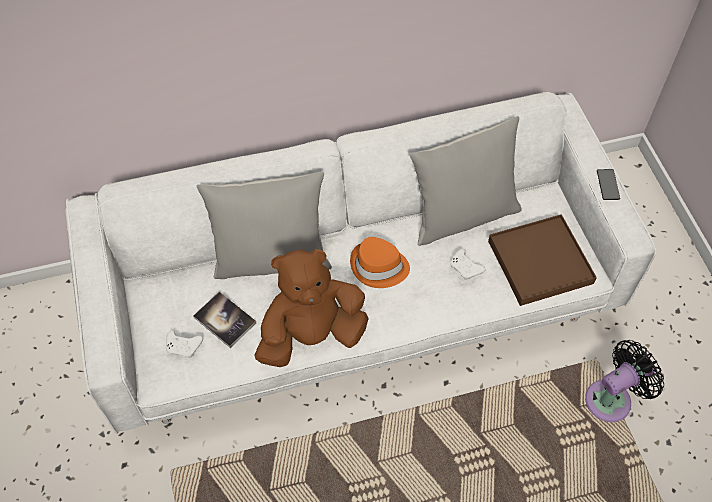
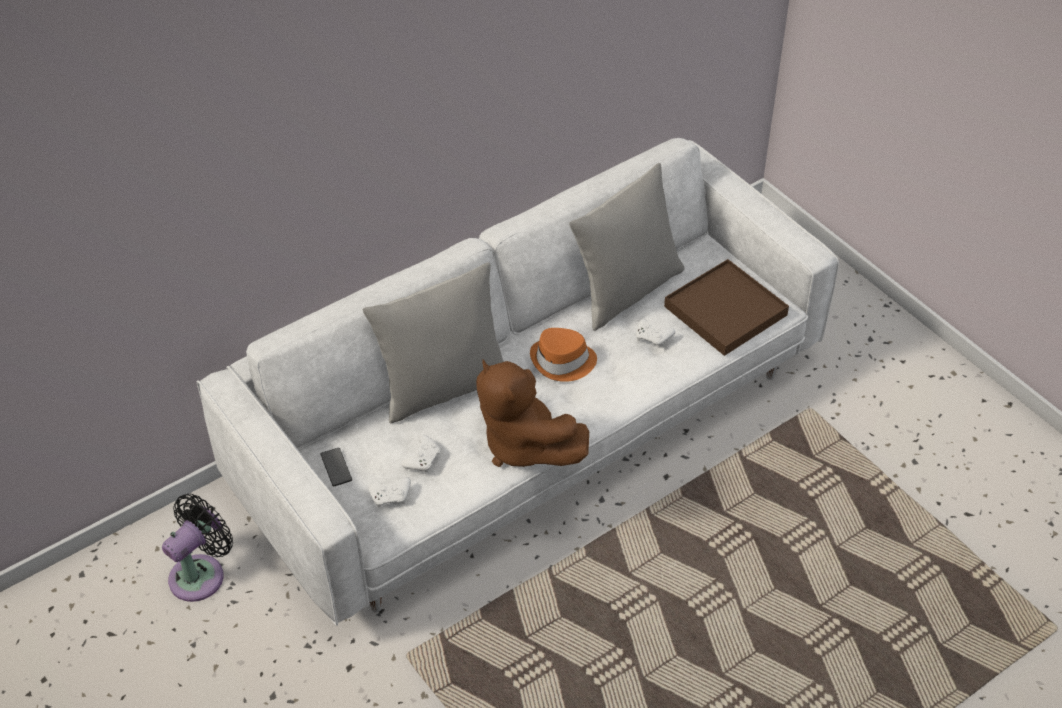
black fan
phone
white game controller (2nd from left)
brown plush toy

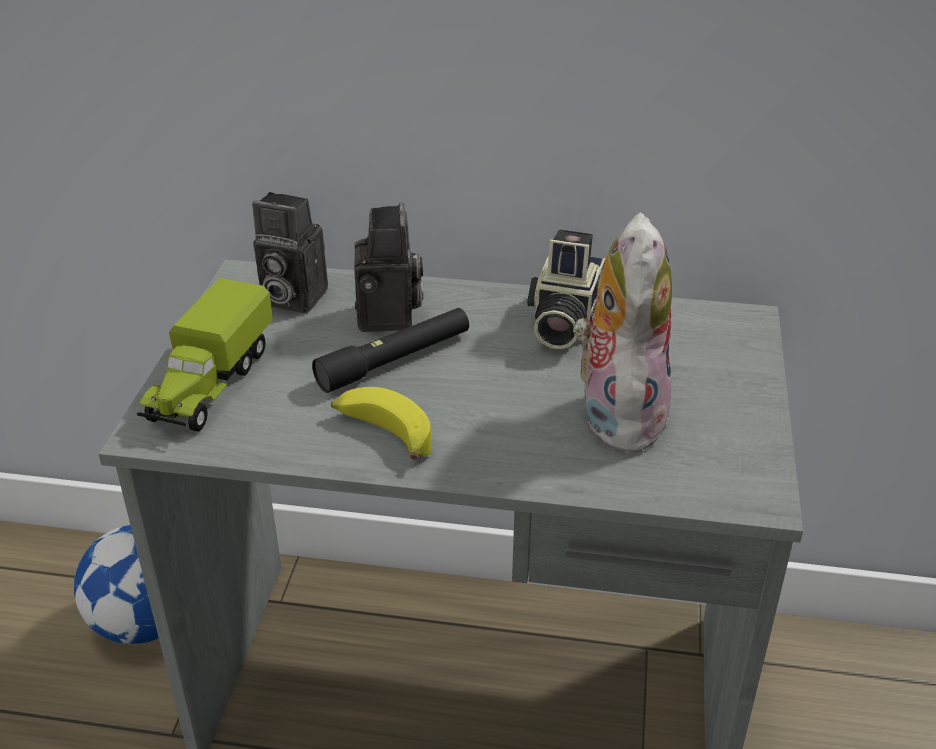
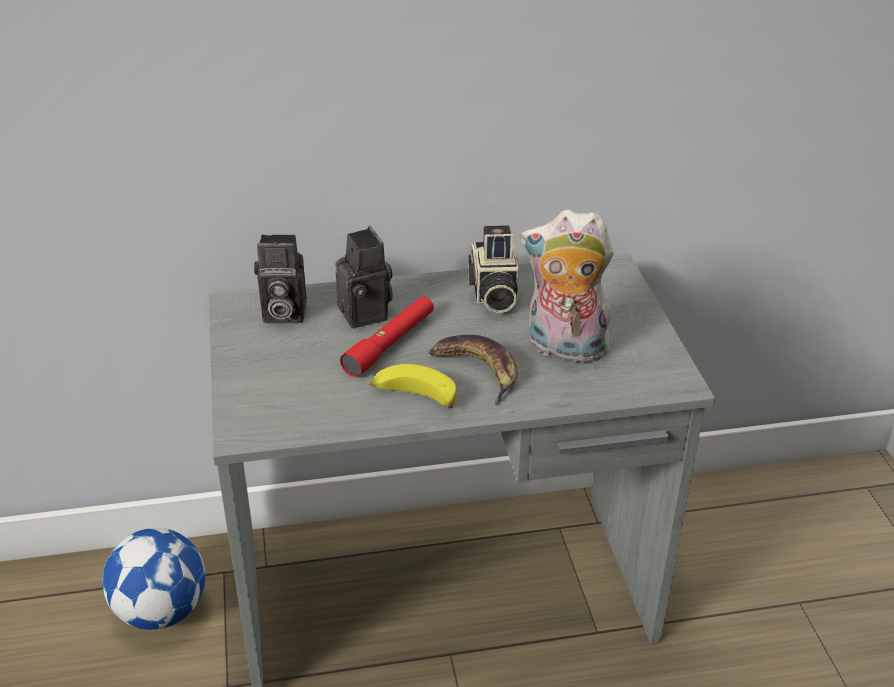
red flashlight
banana (2nd from left)
plush toy
toy truck

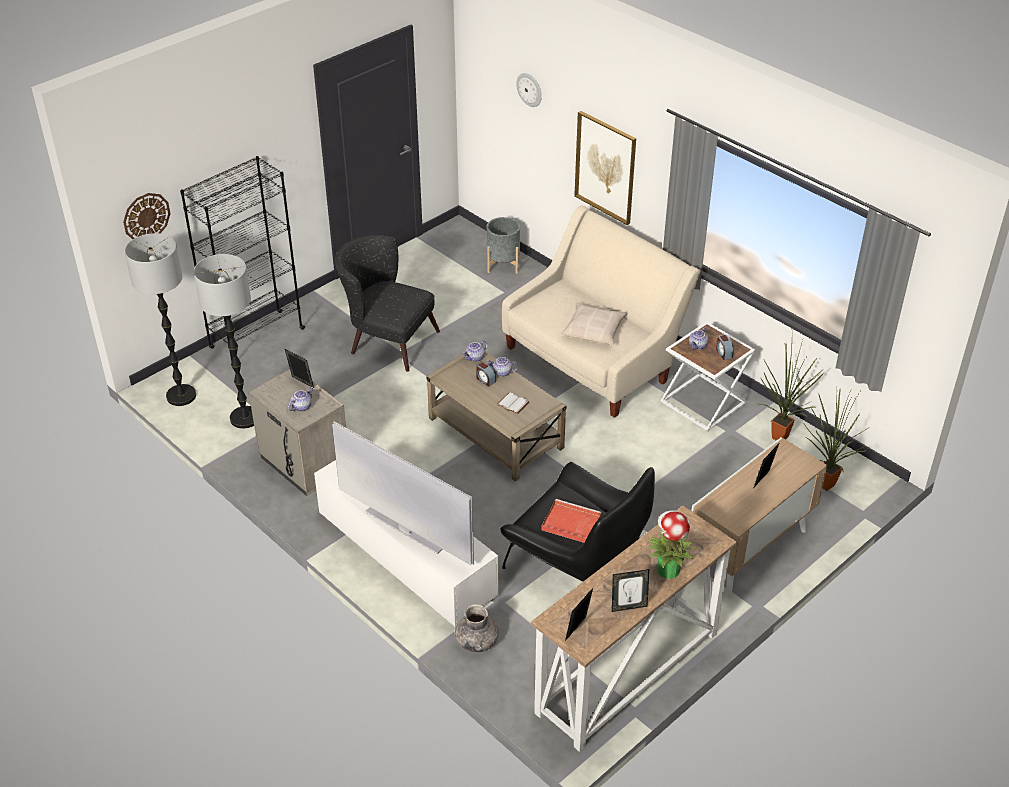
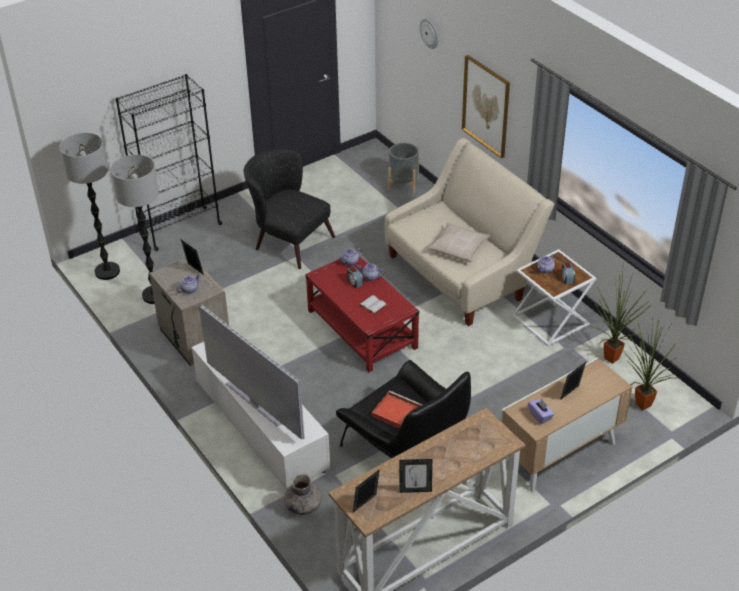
red coffee table
purple tissue box
wall clock (1st from left in the first image)
potted plant (1st from left in the first image)

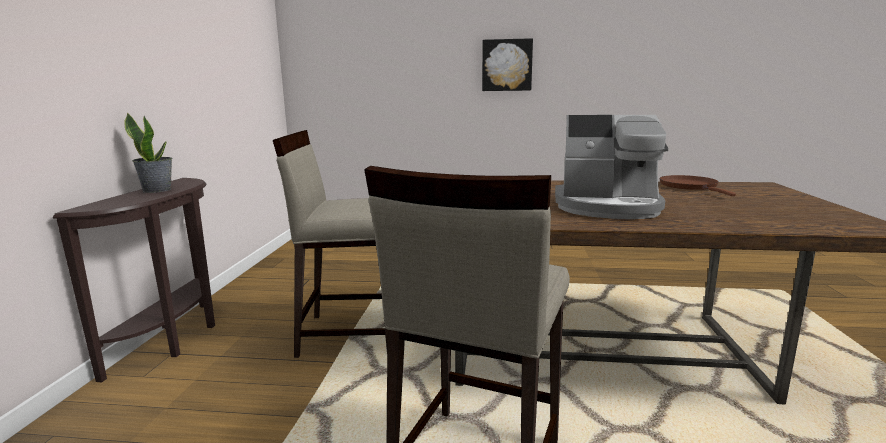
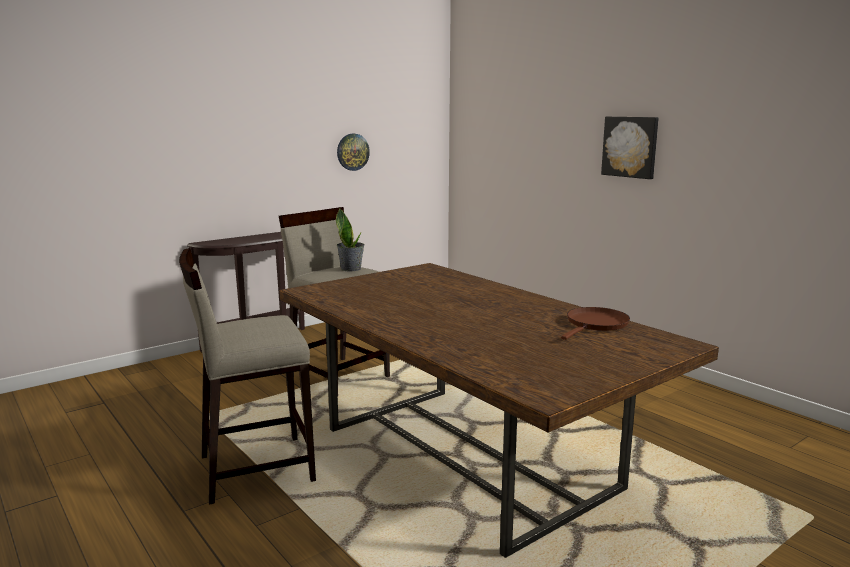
potted plant
wall clock
coffee machine

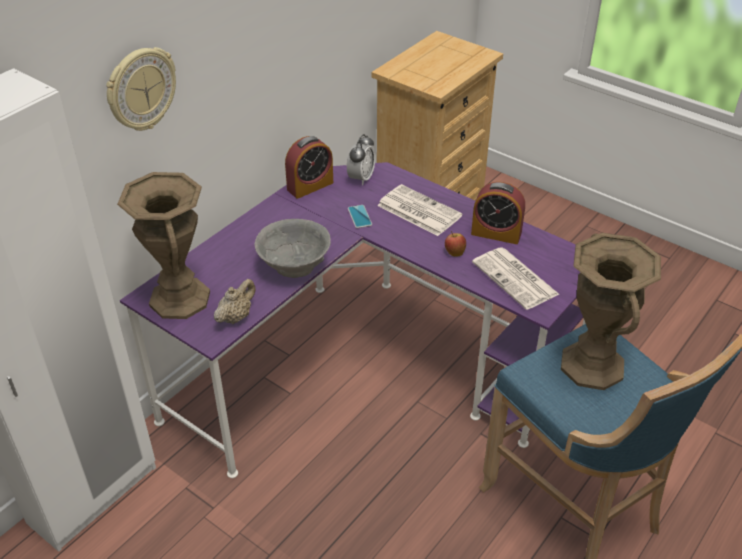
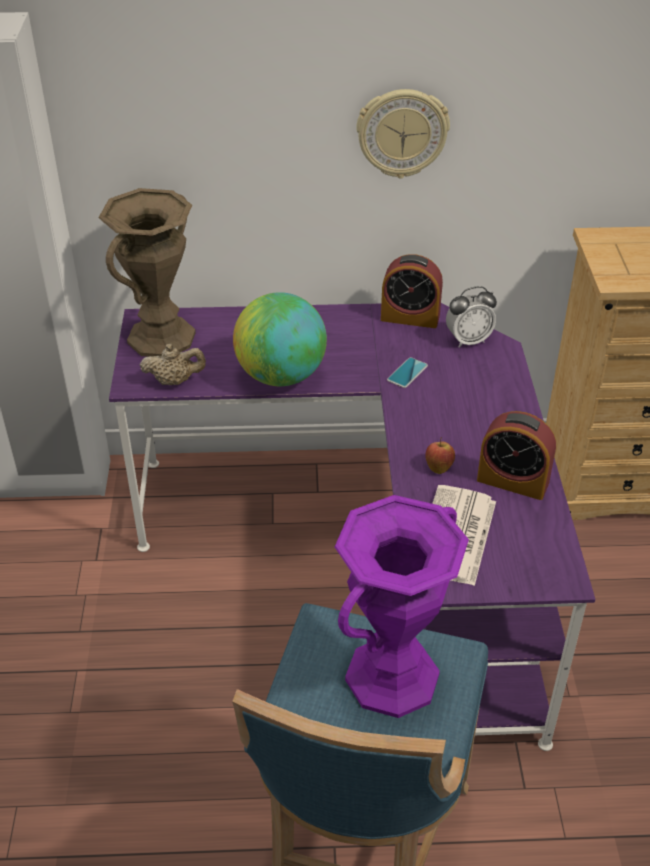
globe
purple vase
wall clock
alarm clock (3rd from left)
newspaper (1st from left in the first image)

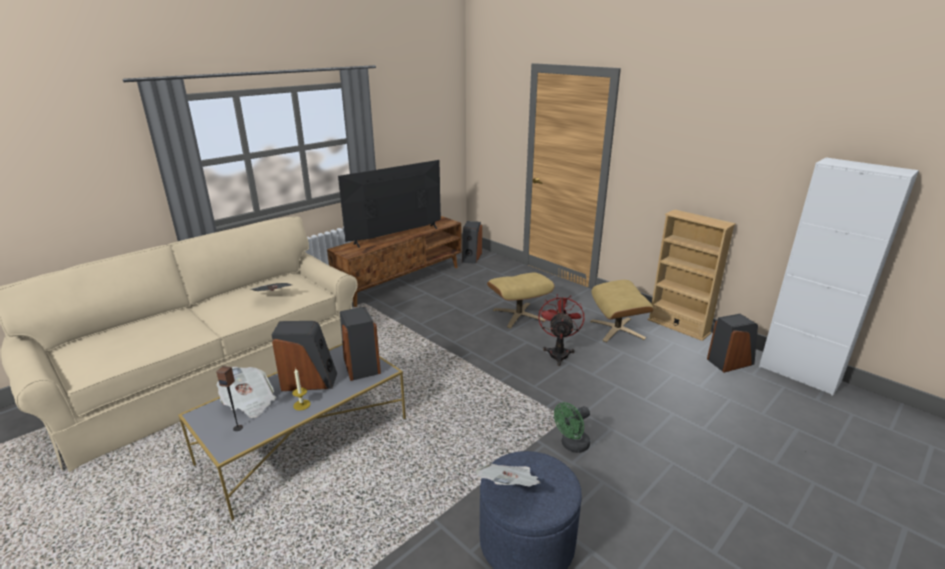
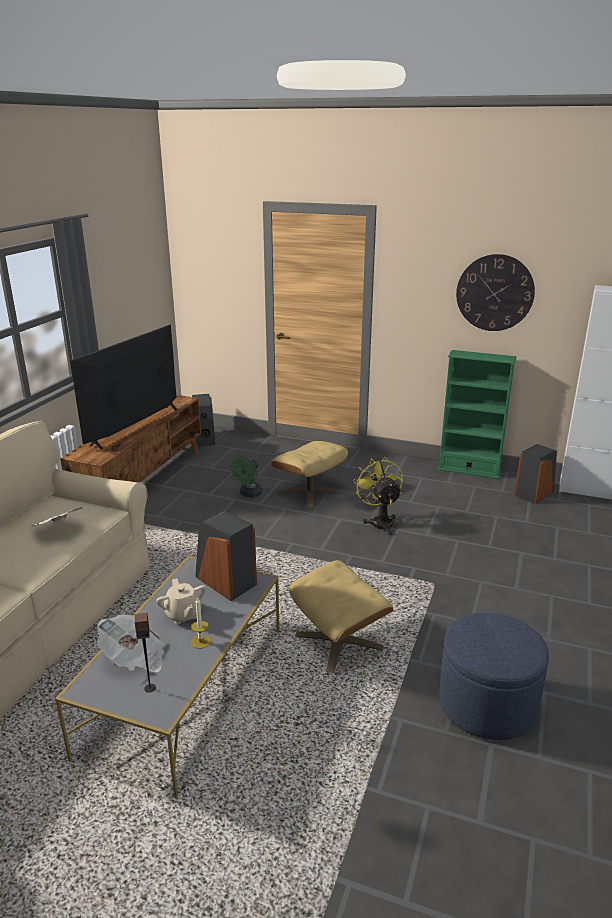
beige teapot
green fan
beige ottoman (2nd from left)
yellow fan
green bookcase
wall clock
newspaper (3rd from left in the first image)

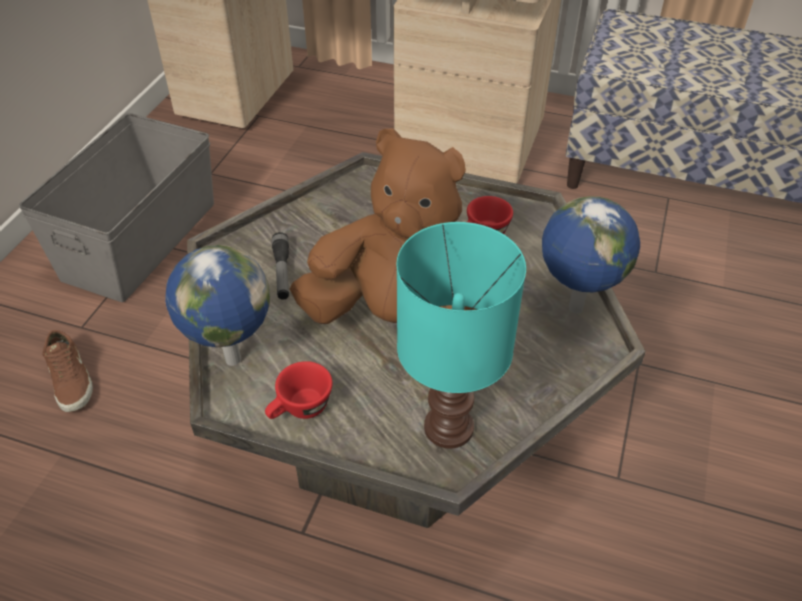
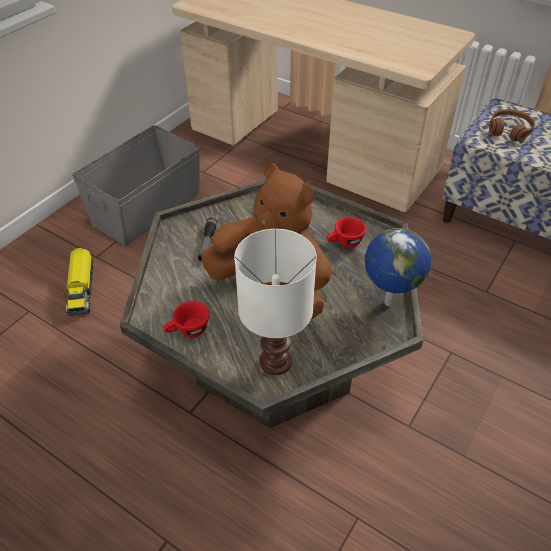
toy truck
white table lamp
brown headphones
globe (1st from left in the first image)

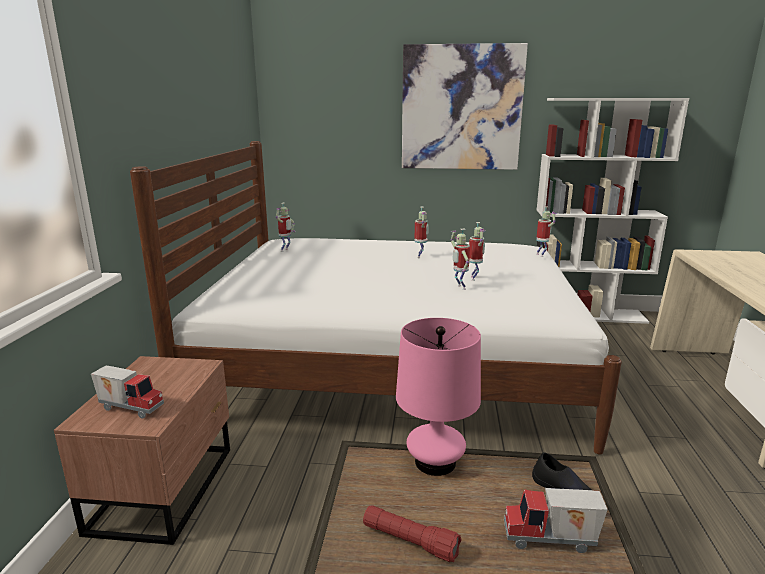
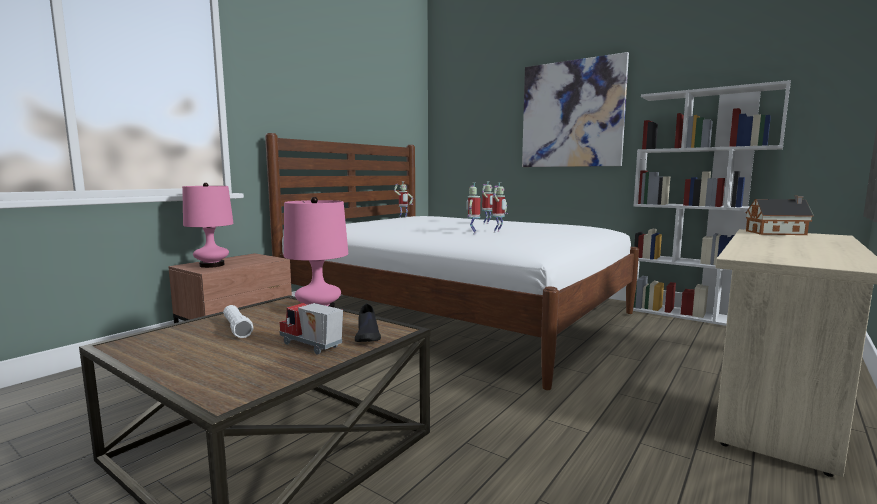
pink table lamp (1st from left)
white flashlight
toy house
toy robot (5th from left in the first image)

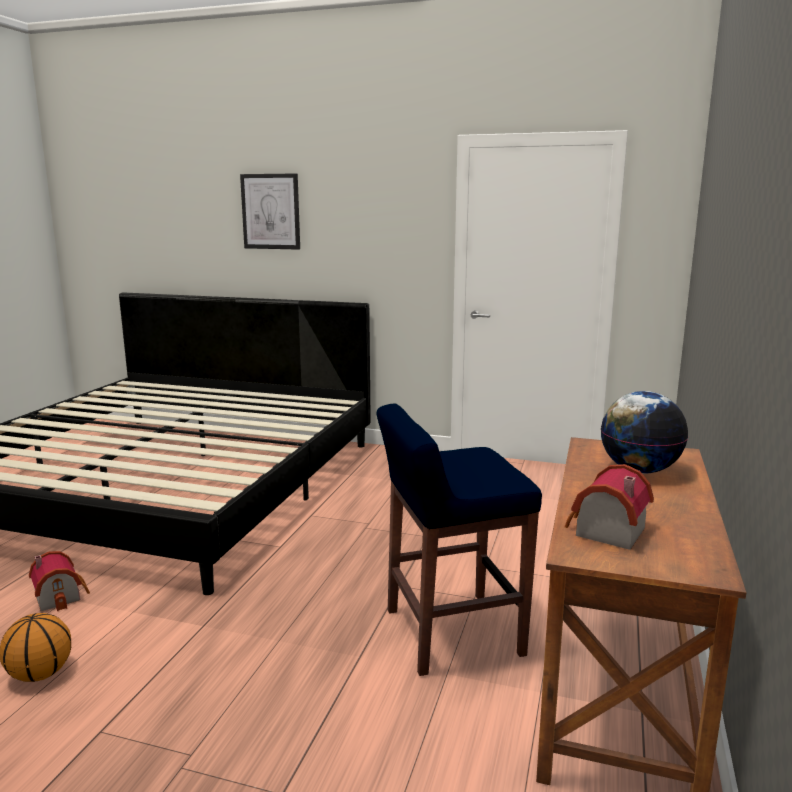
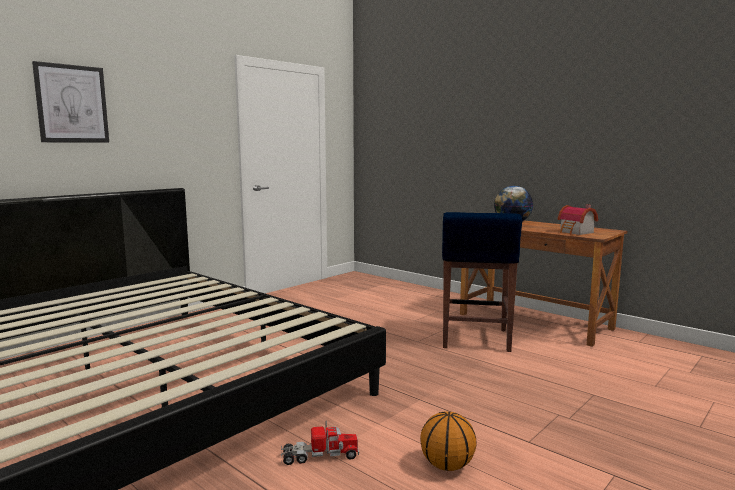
toy truck

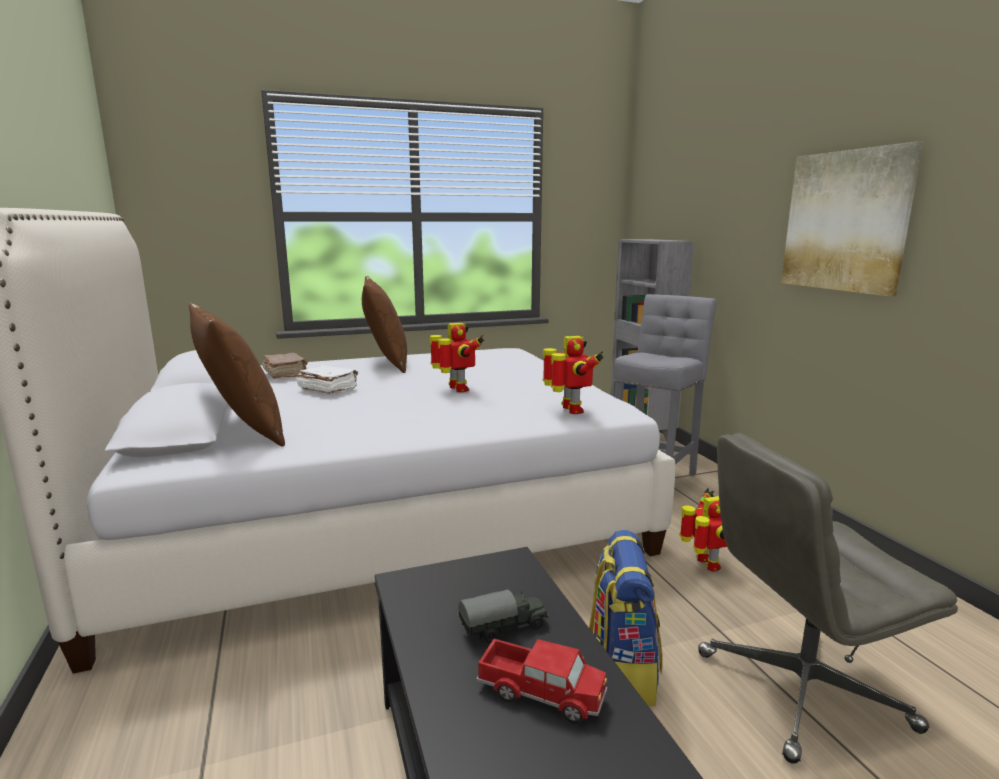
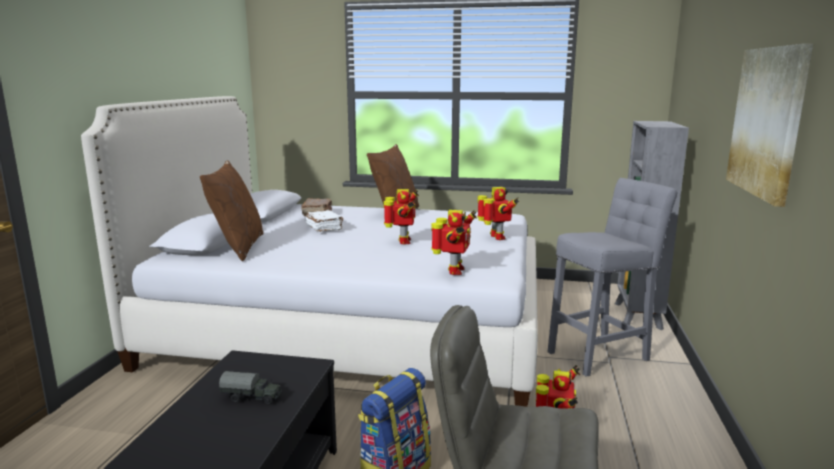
toy robot (3rd from left)
toy truck (2nd from left in the first image)

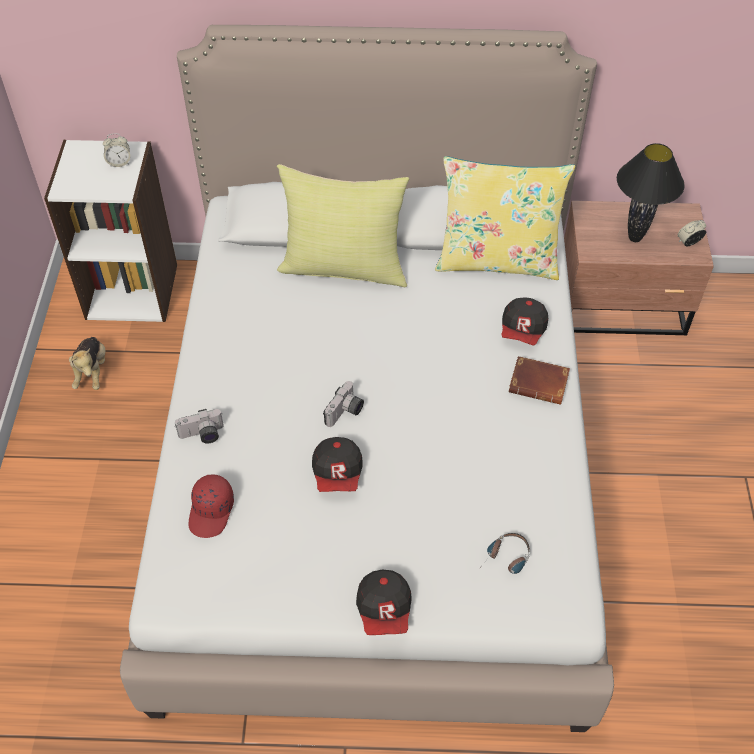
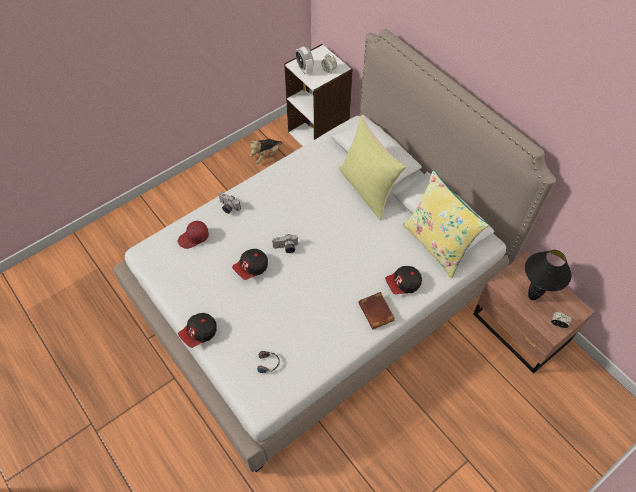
alarm clock (1st from left)

